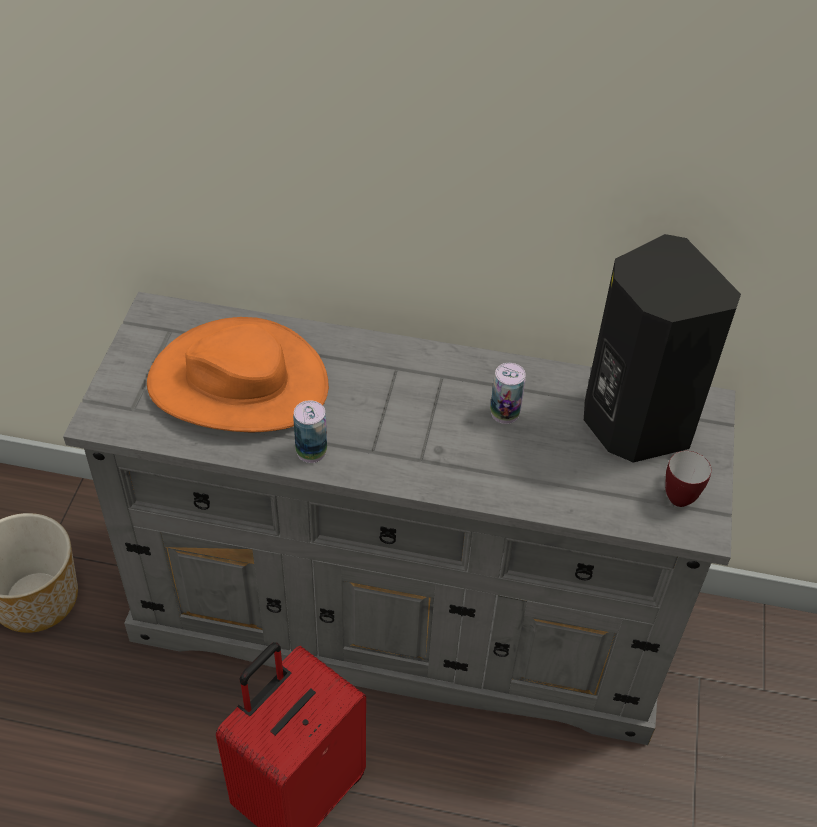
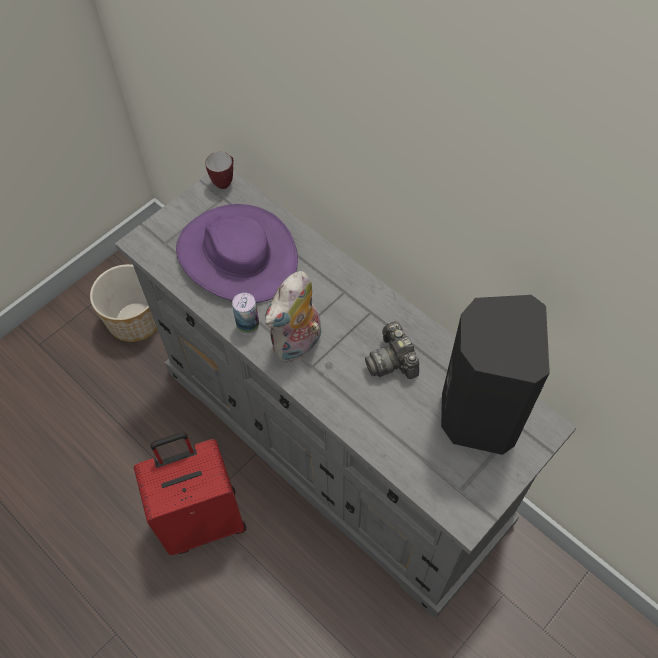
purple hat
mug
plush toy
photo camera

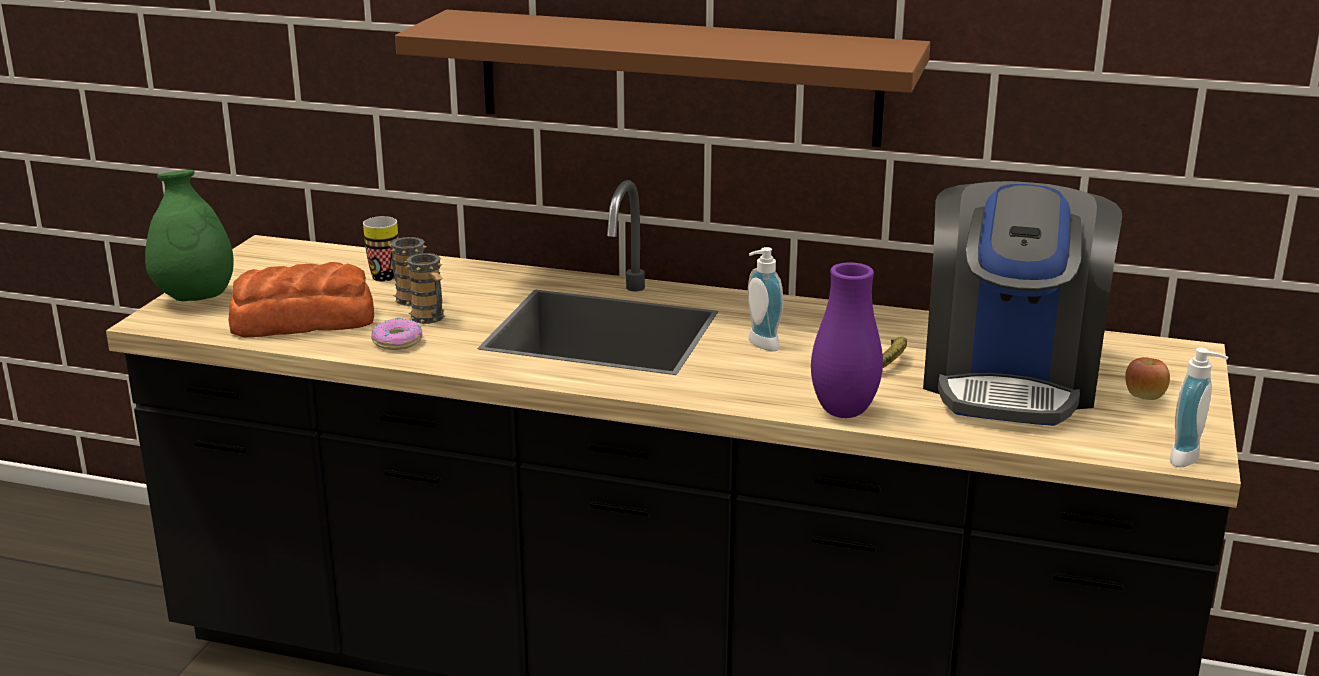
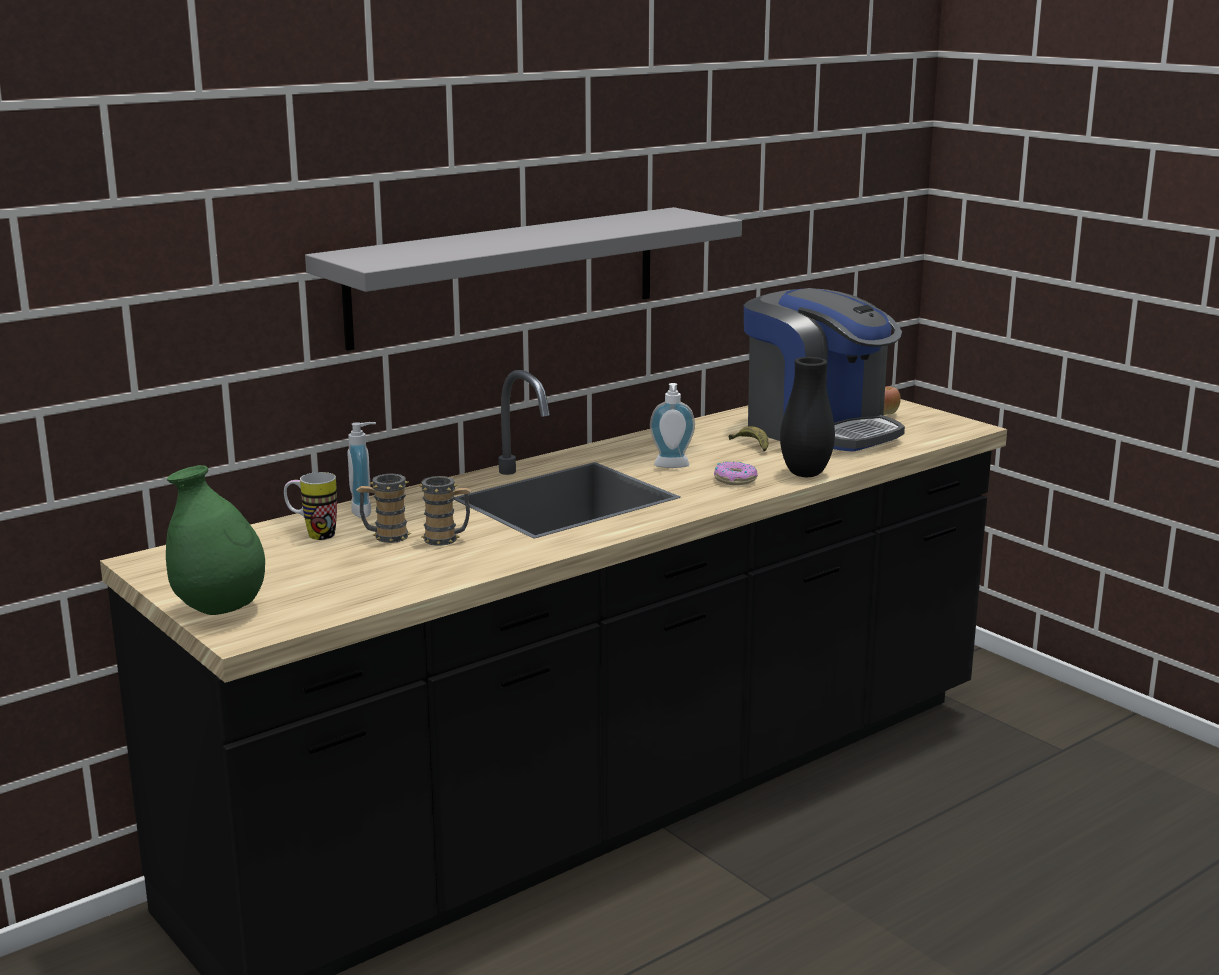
grey shelf
soap dispenser (1st from left)
donut
black vase
bread

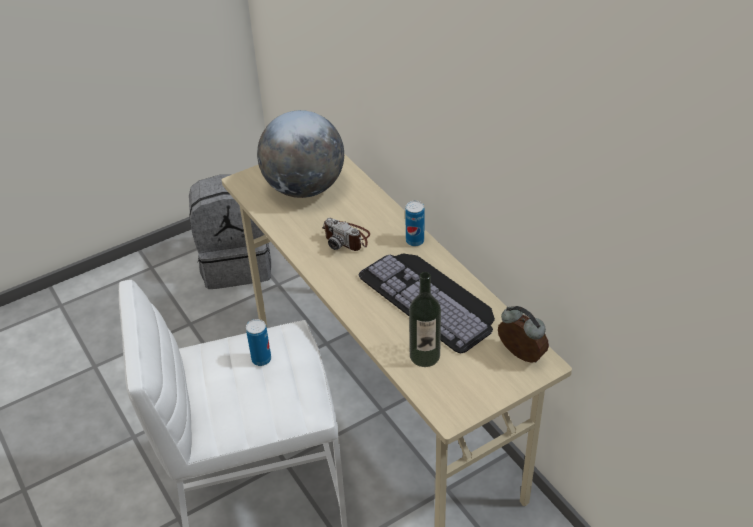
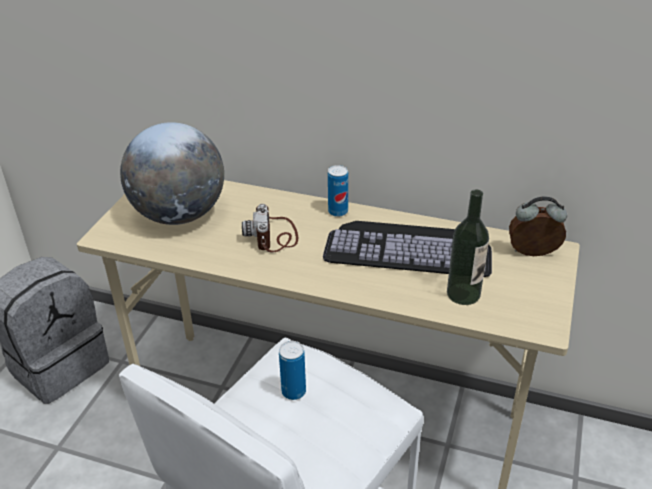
photo camera

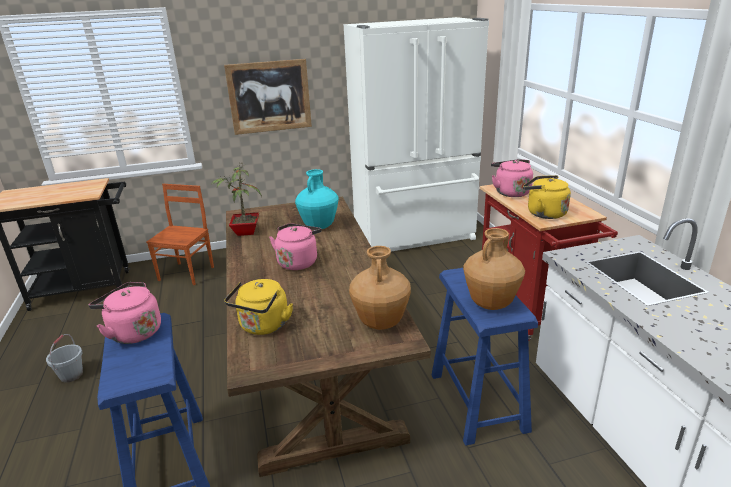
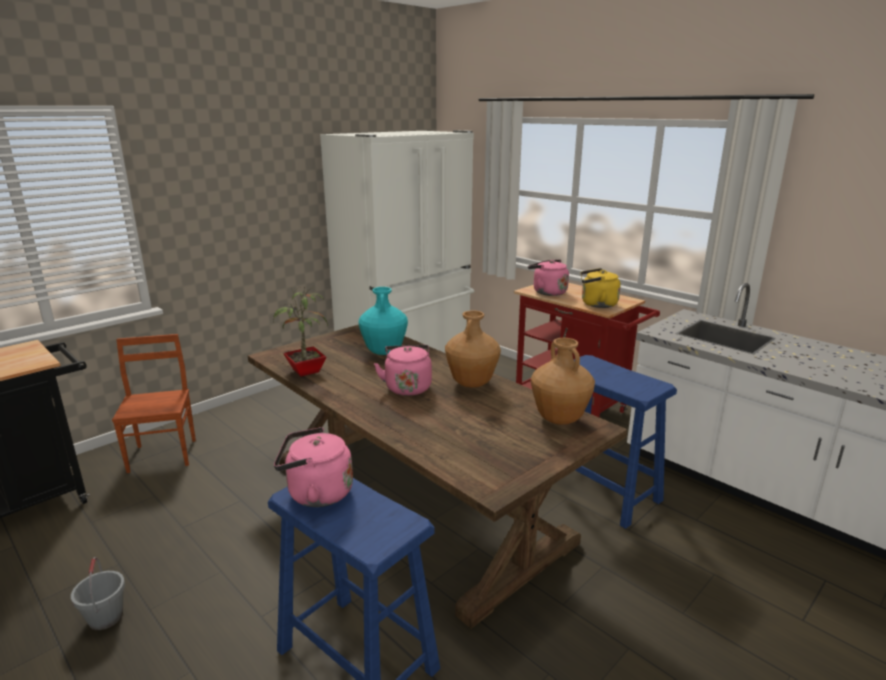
brown vase (1st from left)
picture
yellow kettle (1st from left in the first image)

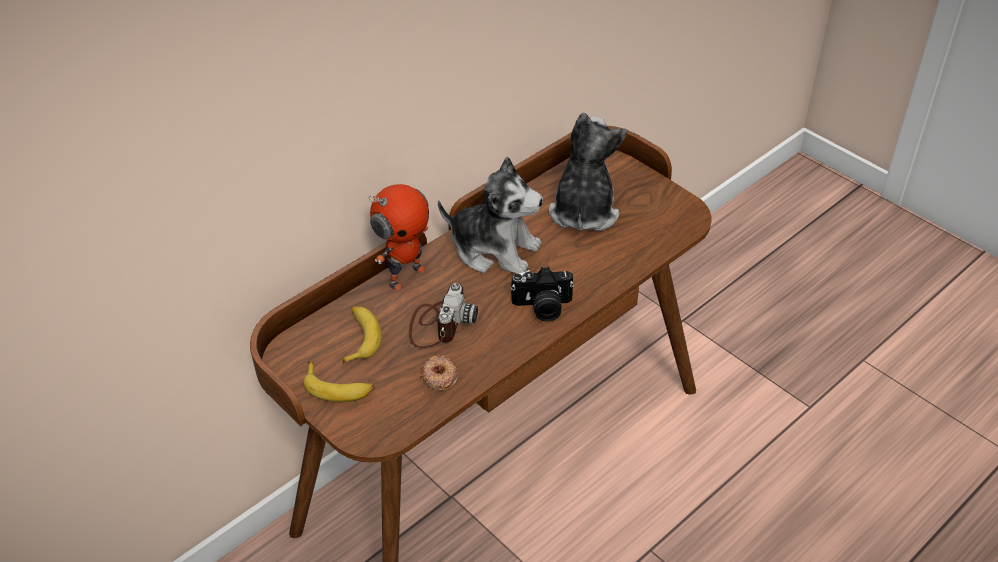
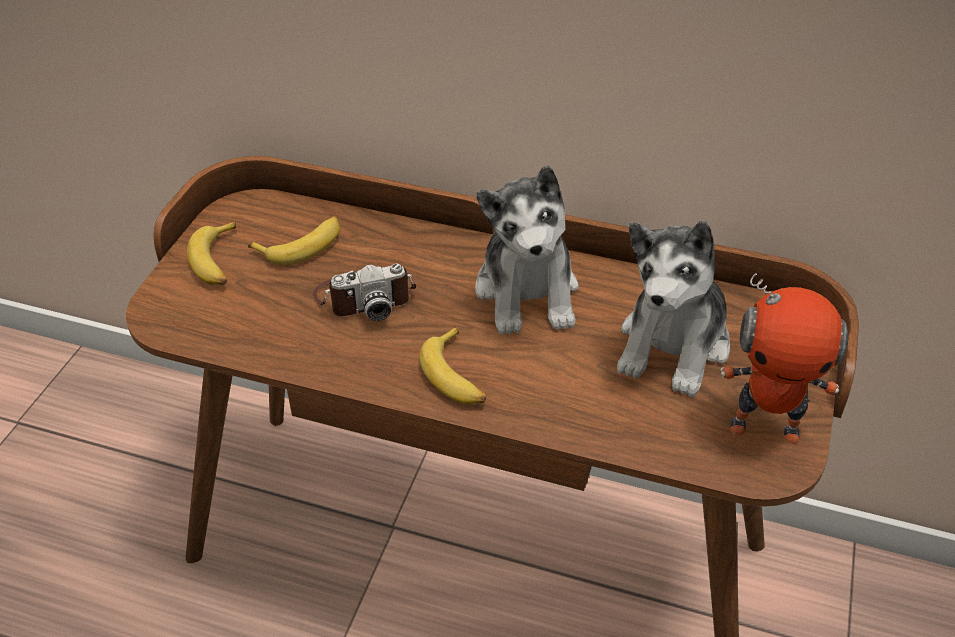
banana (3rd from left)
plush toy (2nd from left)
toy robot
donut

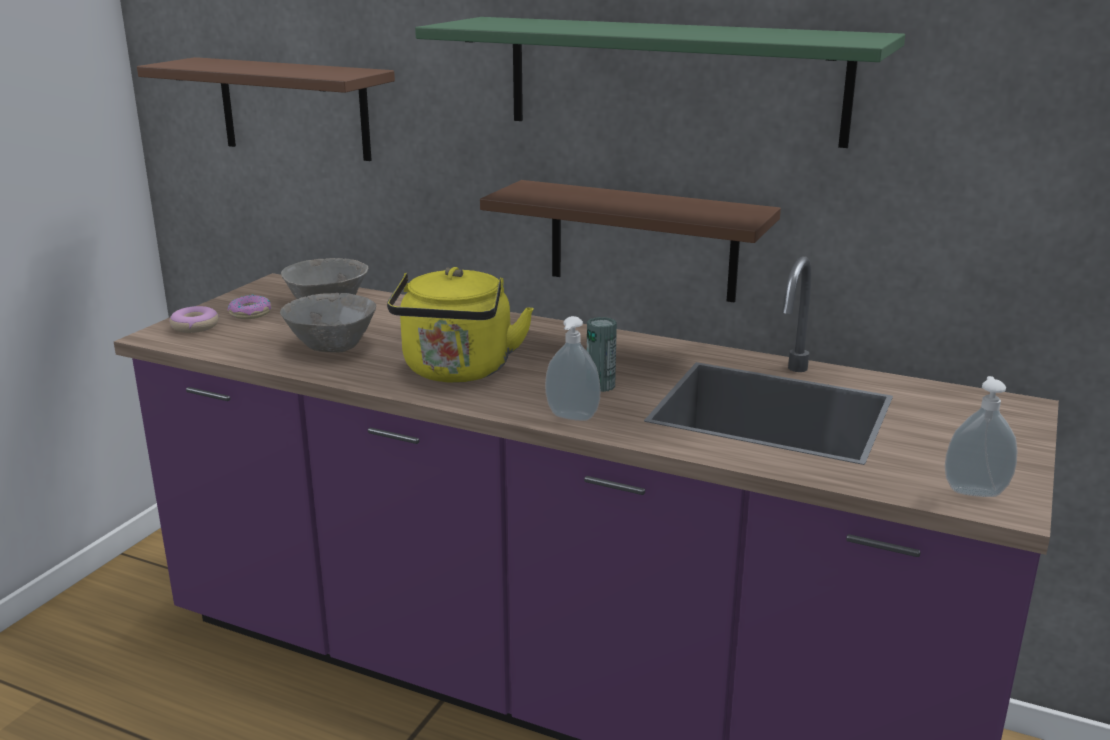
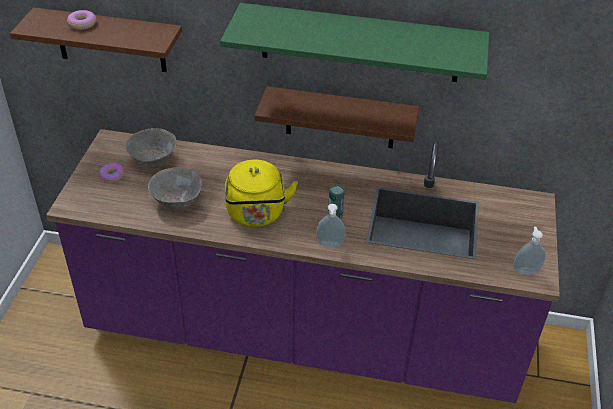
donut (1st from left)

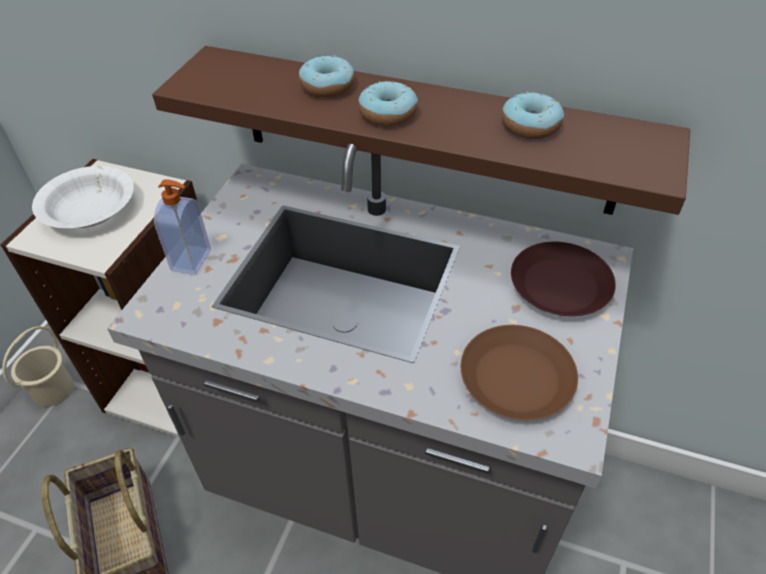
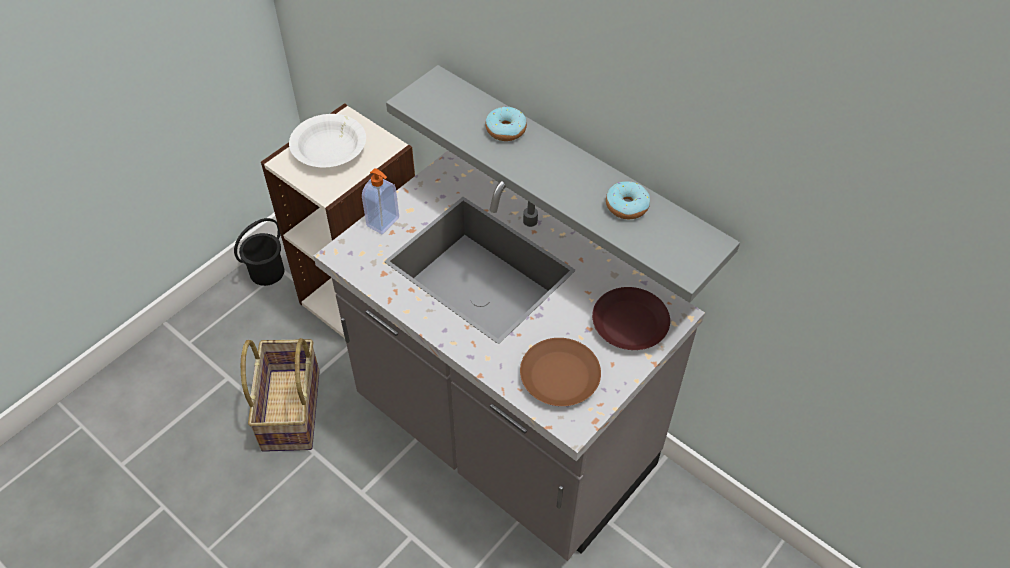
black bucket
grey shelf
donut (2nd from left in the first image)

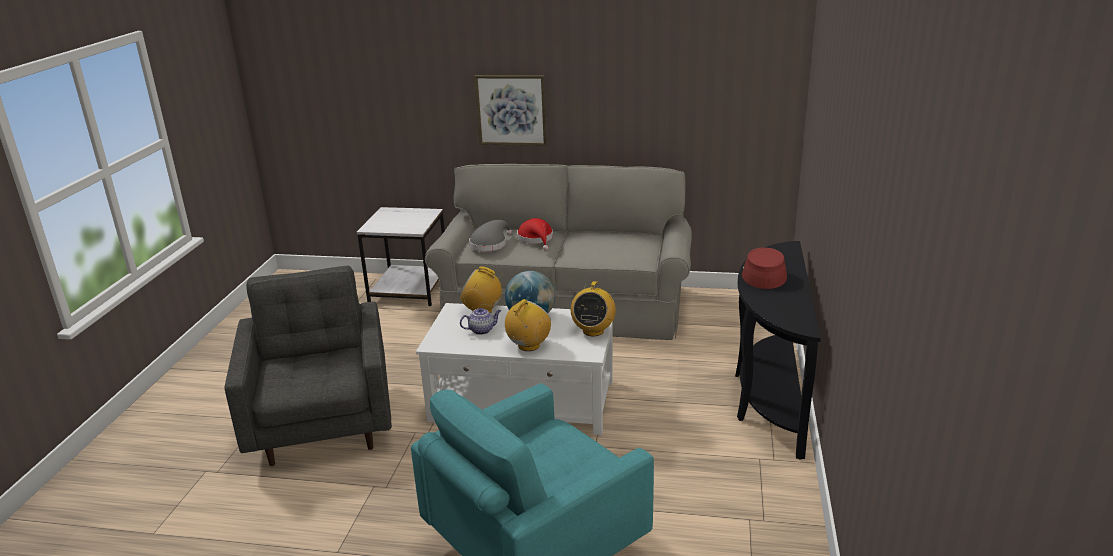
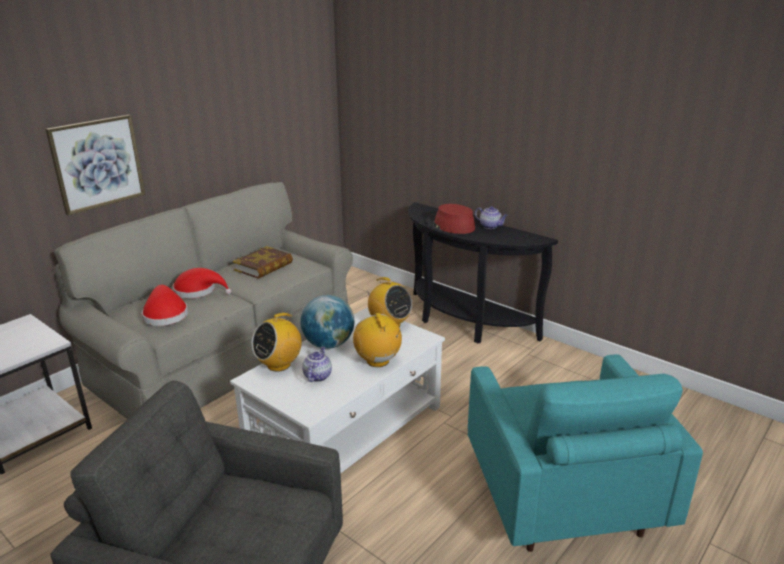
red hat (1st from left)
book
teapot (2nd from left)

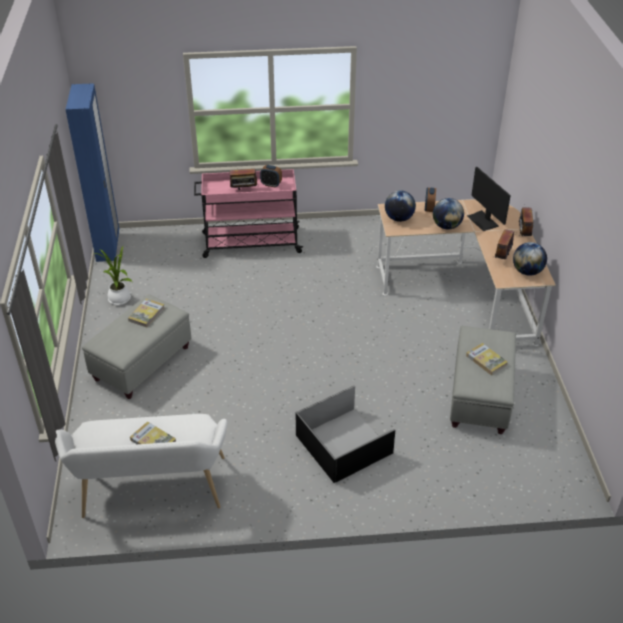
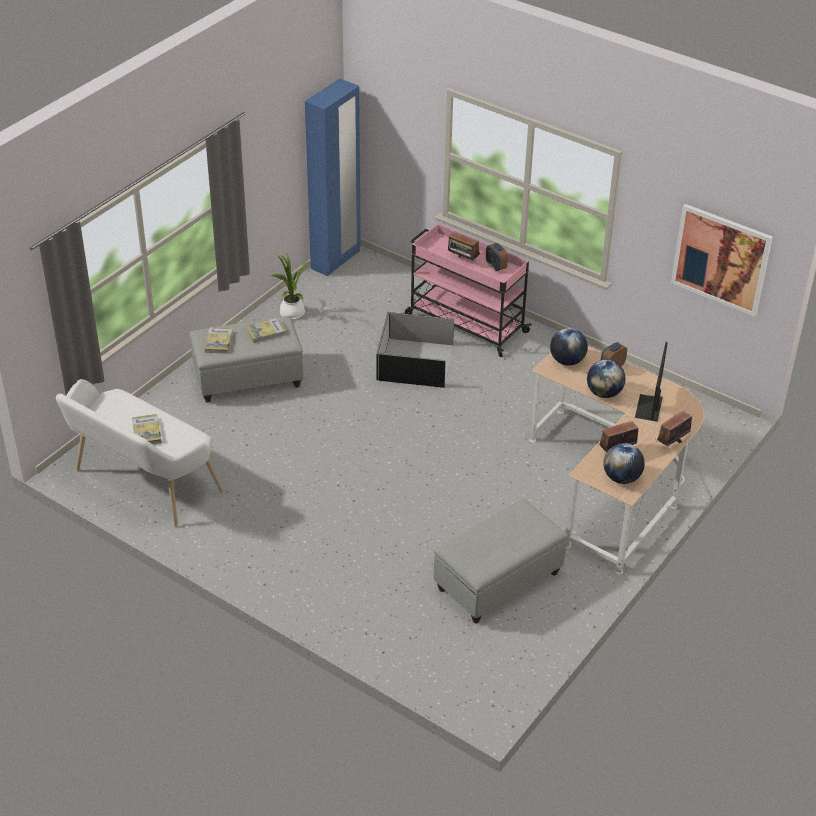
book (2nd from left)
black storage box
picture

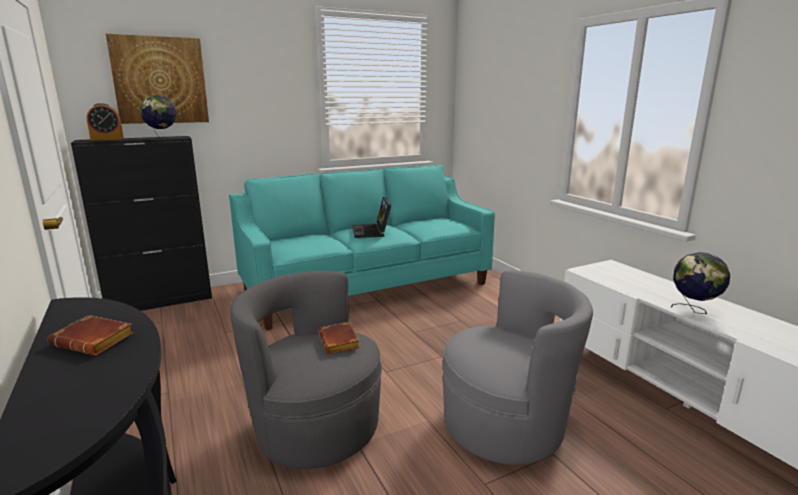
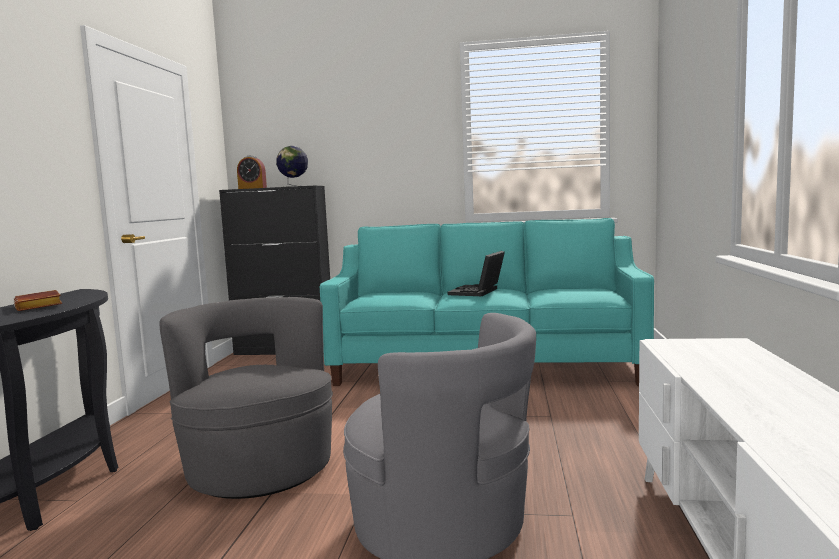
picture
brown book (2nd from left in the first image)
globe (2nd from left in the first image)

